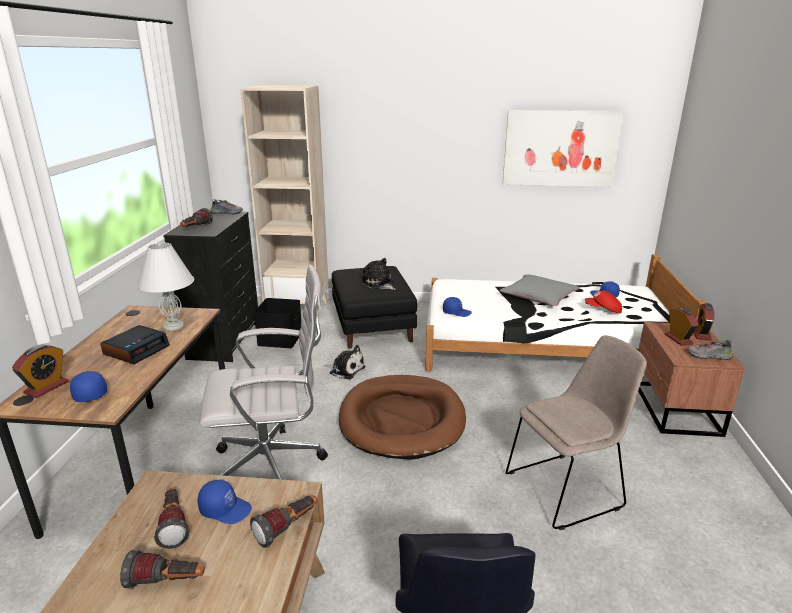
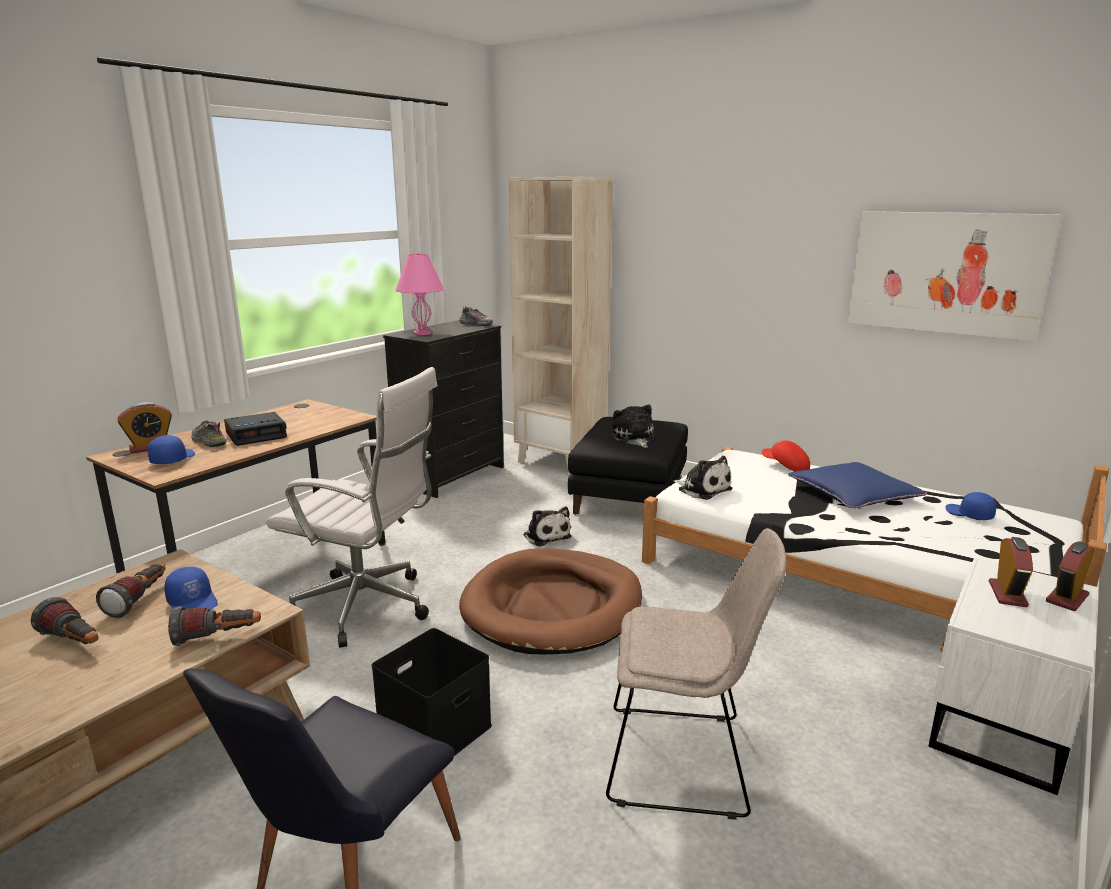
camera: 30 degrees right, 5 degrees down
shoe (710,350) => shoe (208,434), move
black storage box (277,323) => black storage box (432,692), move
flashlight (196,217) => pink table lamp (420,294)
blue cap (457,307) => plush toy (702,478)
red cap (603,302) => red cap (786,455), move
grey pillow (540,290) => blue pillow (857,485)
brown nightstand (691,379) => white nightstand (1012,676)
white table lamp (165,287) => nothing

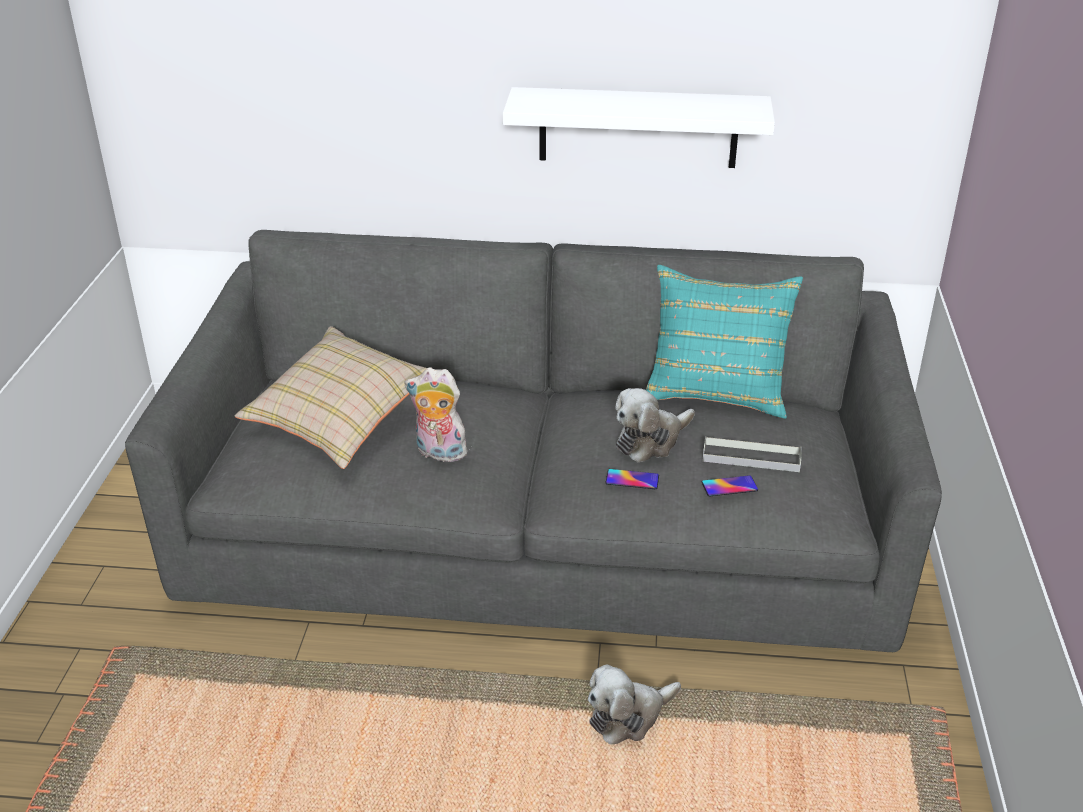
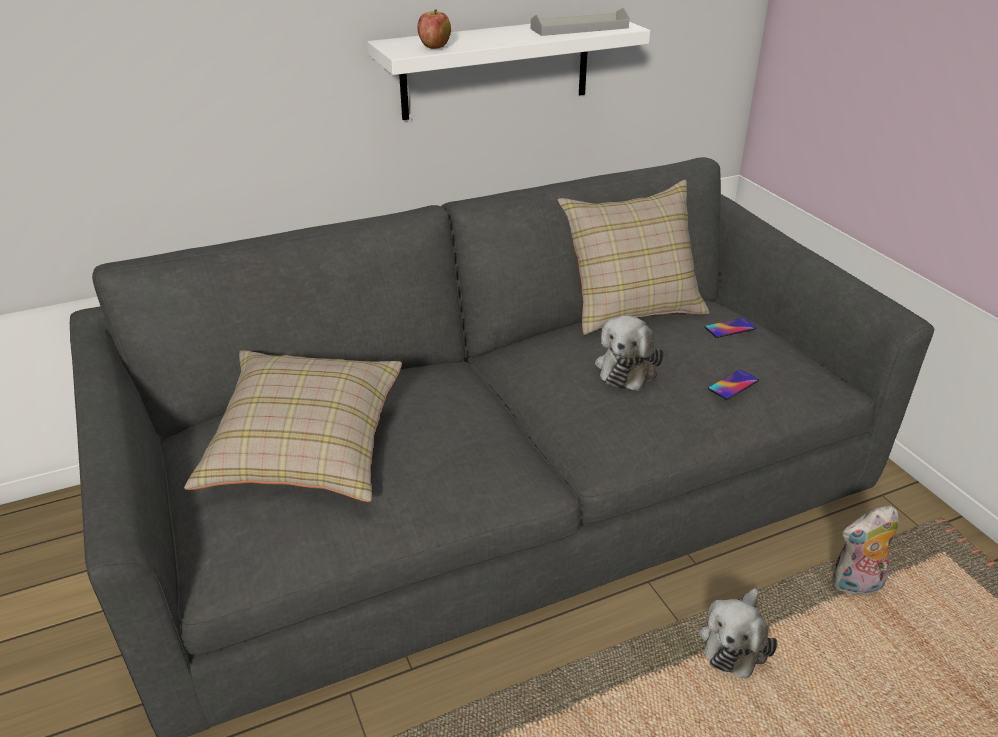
camera: 30 degrees left, 0 degrees up
nothing => apple (434,29)
grey tray (752,454) => grey tray (580,22), move
turquoise pillow (724,342) => beige pillow (634,257)
phone (632,479) => phone (730,328), move
plush toy (438,414) => plush toy (865,550), move

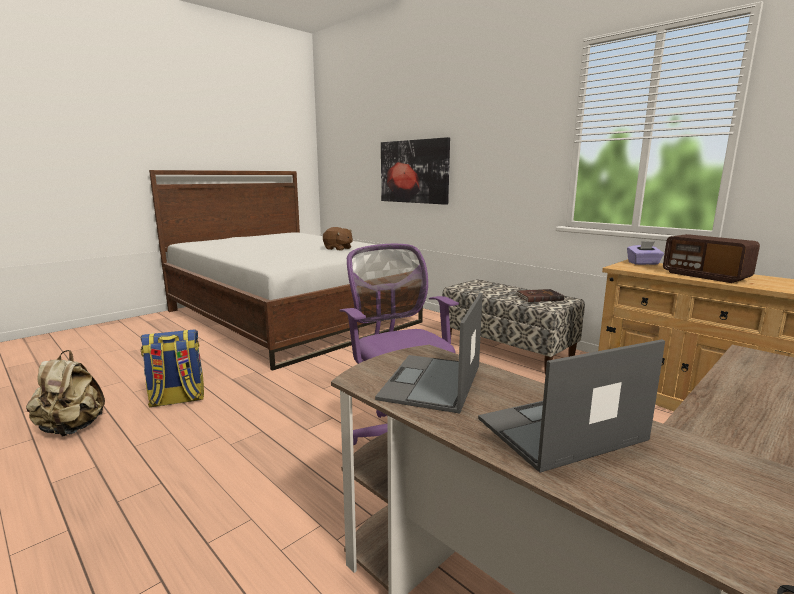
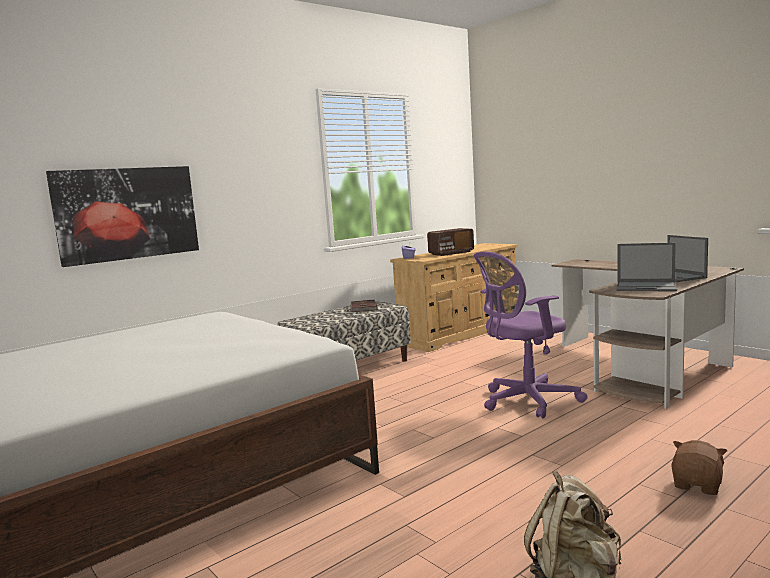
camera: 85 degrees left, 5 degrees down
brown plush toy (338,239) => brown plush toy (699,467), move
backpack (172,368) => nothing

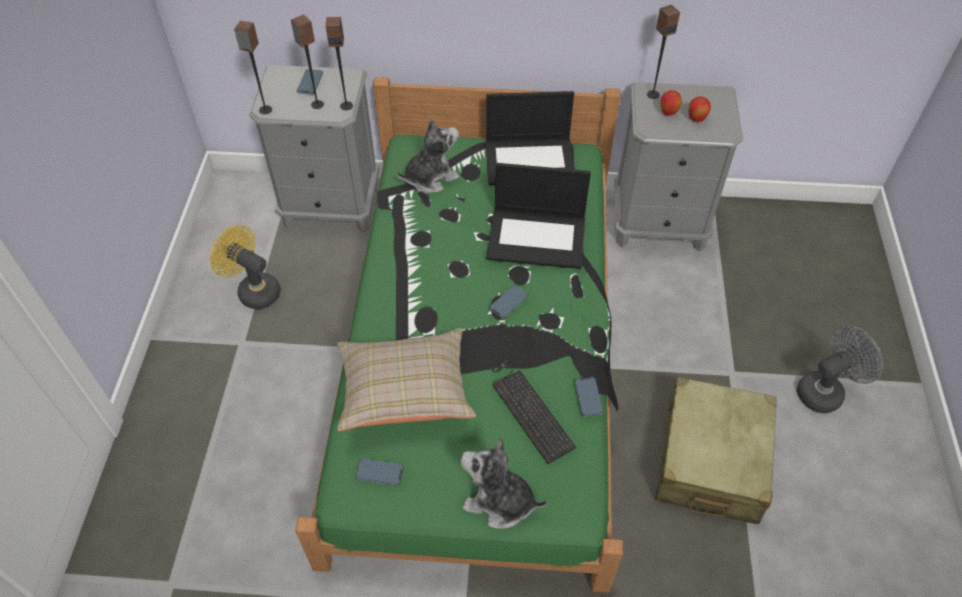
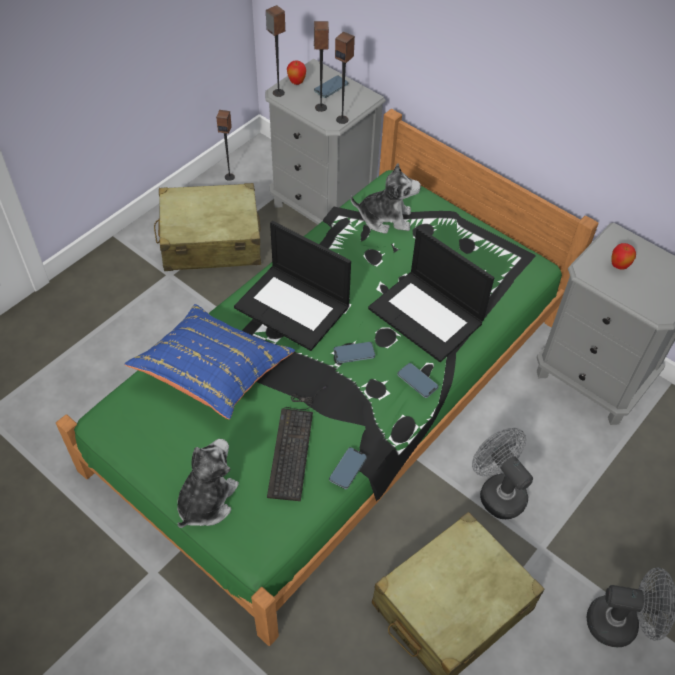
camera: 35 degrees right, 0 degrees up
beige pillow (406,379) => blue pillow (210,361)
yellow fan (245,267) => beige suitcase (207,227)
plush toy (504,482) => plush toy (208,483), 60 degrees clockwise
speaker (663,52) => speaker (225,145), move
laptop (530,138) => laptop (292,286), move
apple (700,109) => apple (296,72), move
phone (379,472) => phone (418,380), move
nothing => grey fan (502,473)

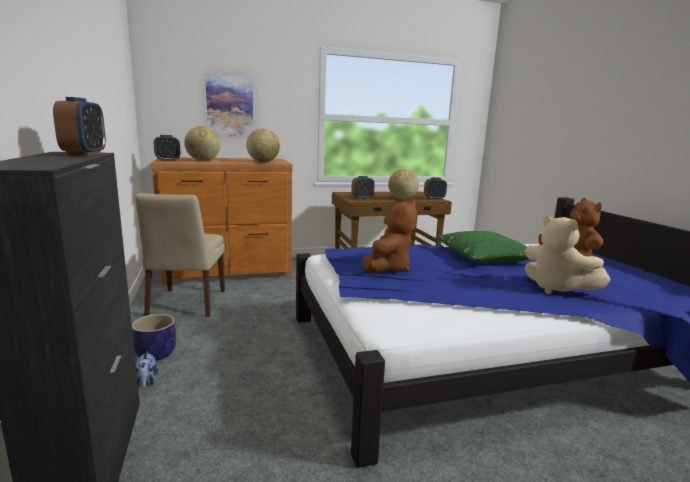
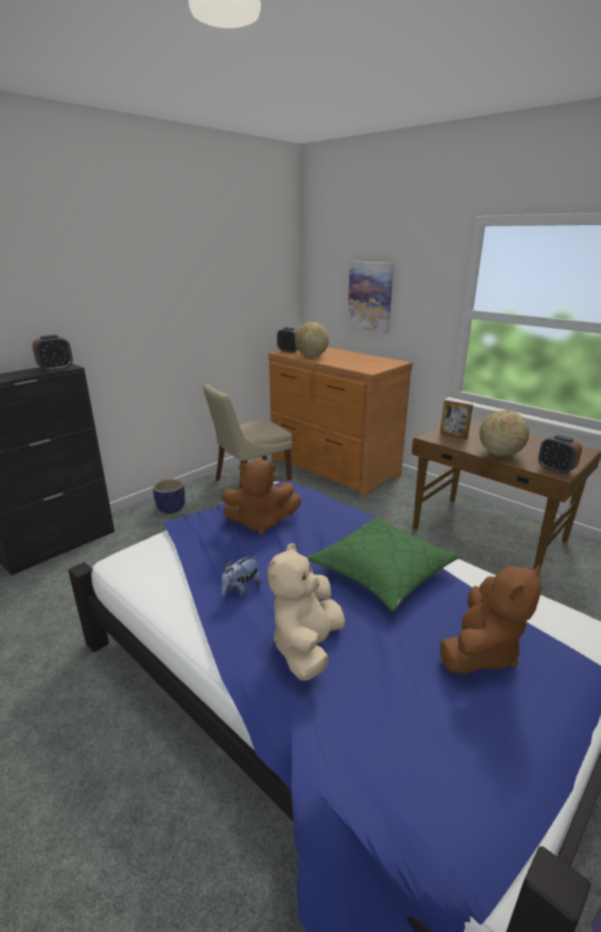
camera: 60 degrees right, 10 degrees up
plush toy (147,369) => plush toy (242,576), move
alarm clock (363,187) => picture frame (456,419)
globe (263,145) => nothing

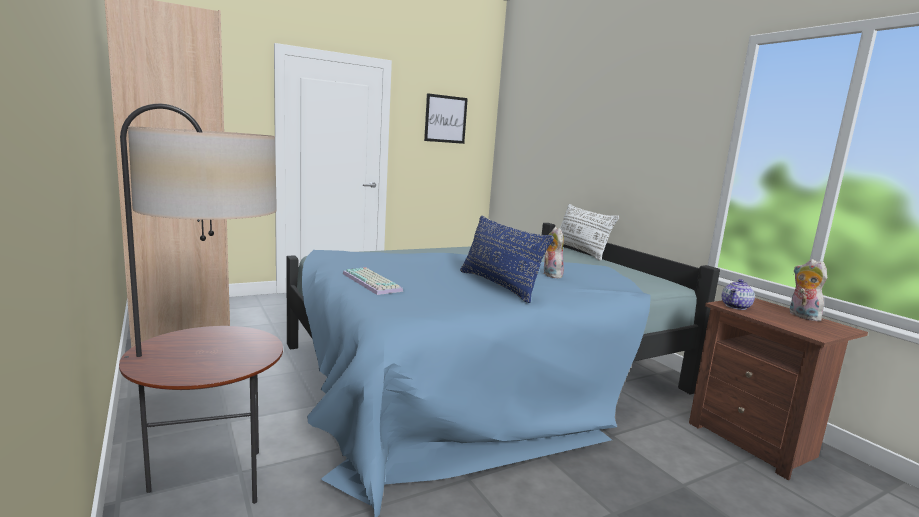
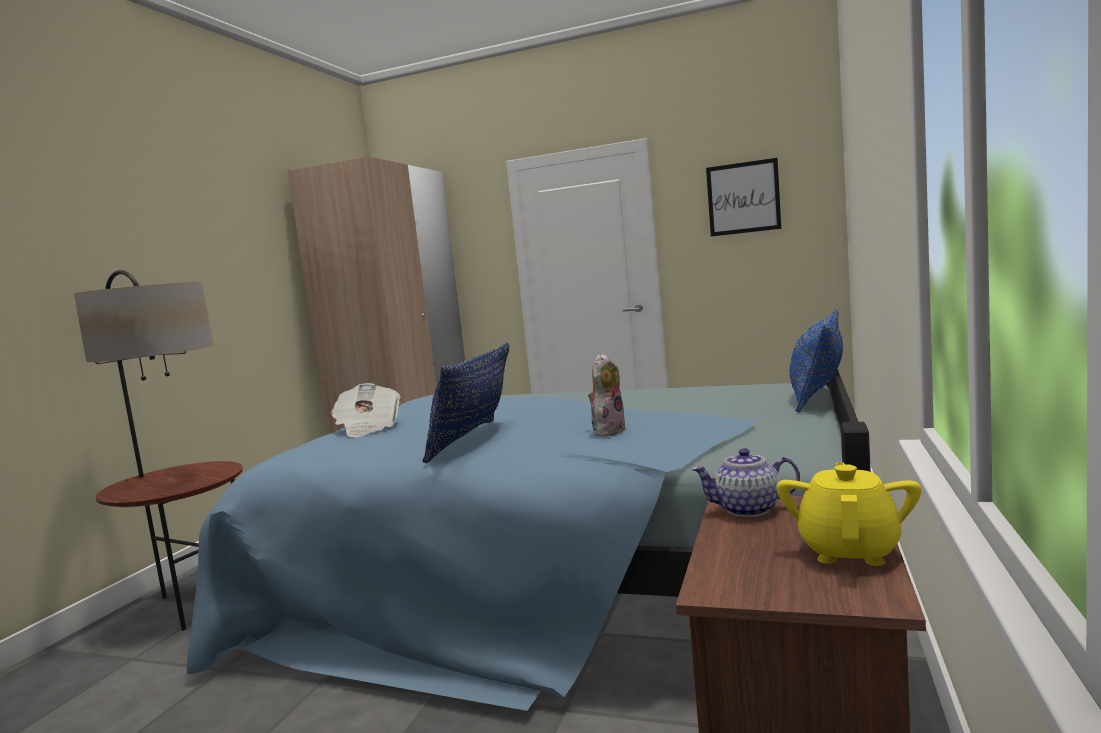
camera: 50 degrees right, 5 degrees down
keyboard (373,281) => newspaper (366,410)
plush toy (808,290) => yellow teapot (848,514)
white pillow (589,232) => blue pillow (816,361)

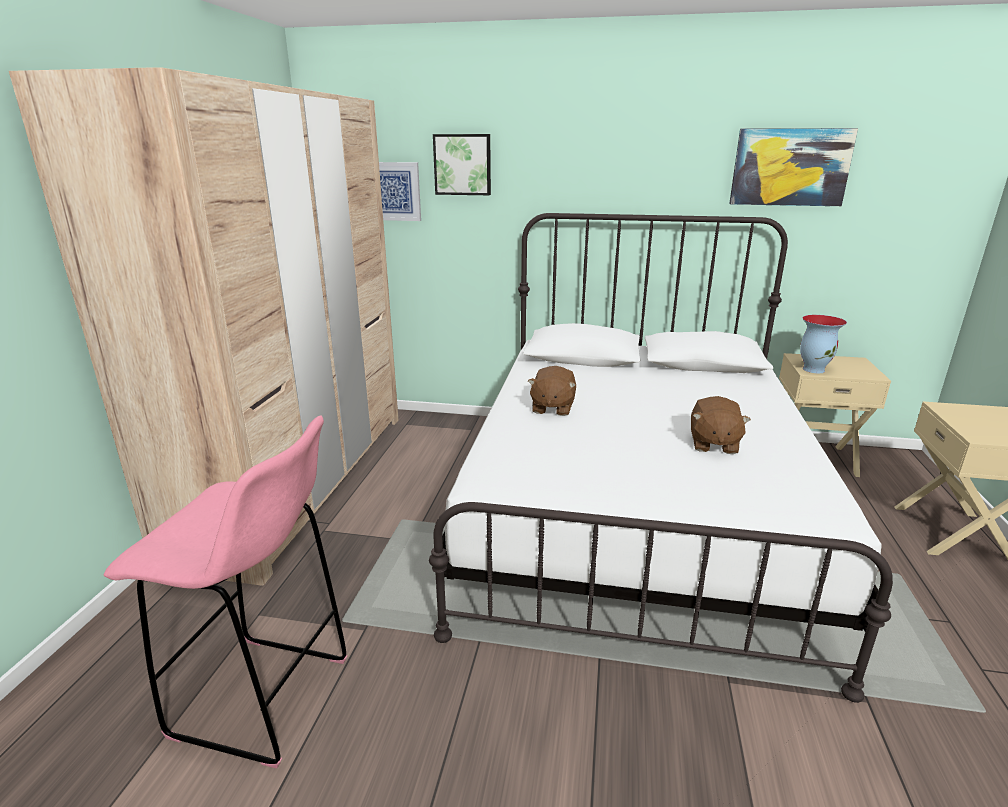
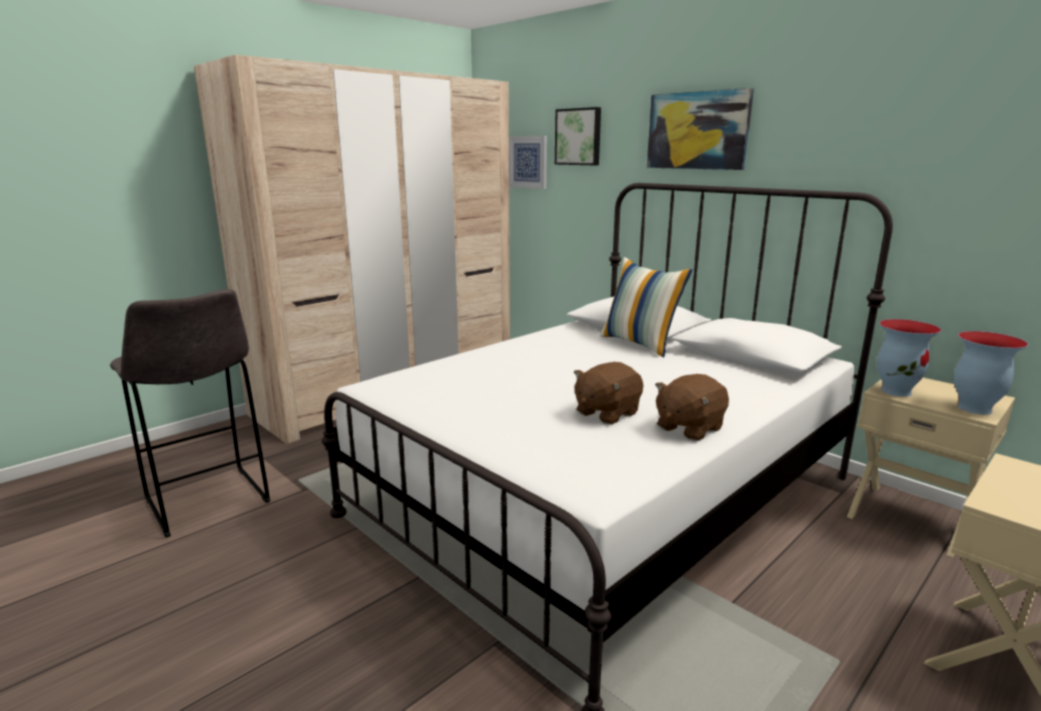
camera: 35 degrees right, 5 degrees down
pink stool (226,592) => grey stool (190,413)
nothing => pillow (646,307)
picture (793,167) => picture (700,129), move
brown plush toy (552,391) => brown plush toy (692,407), move
nothing => vase (991,373)

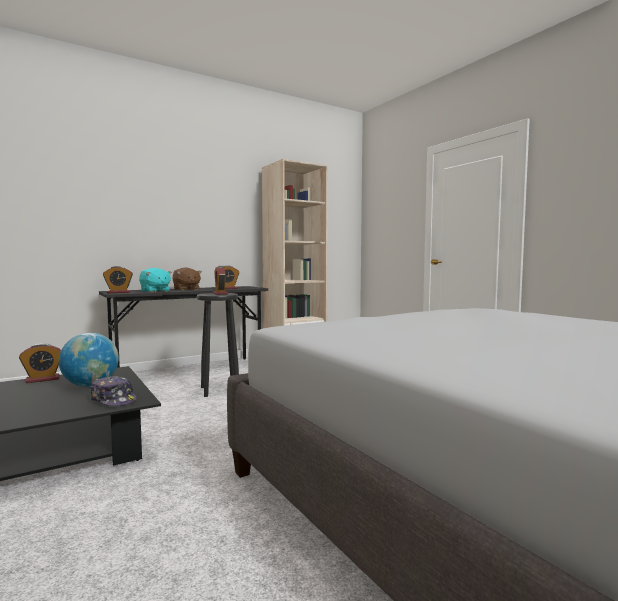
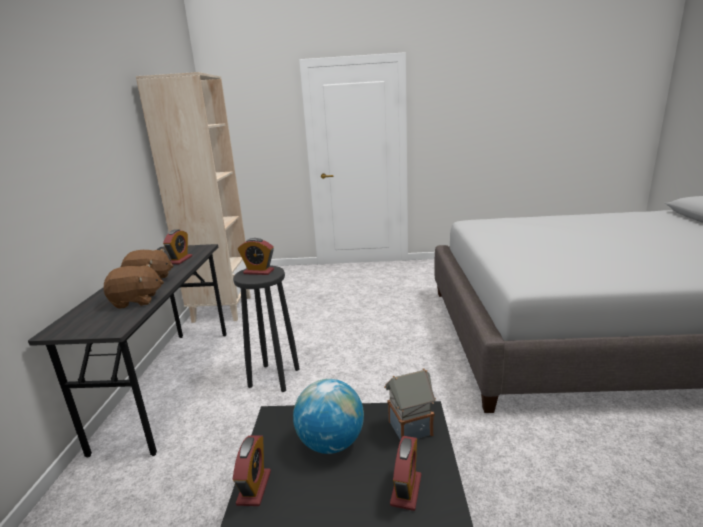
camera: 55 degrees left, 15 degrees up
turquoise plush toy (155,280) => brown plush toy (133,286)
cap (113,391) => toy house (410,404)
alarm clock (118,279) => alarm clock (405,473), move

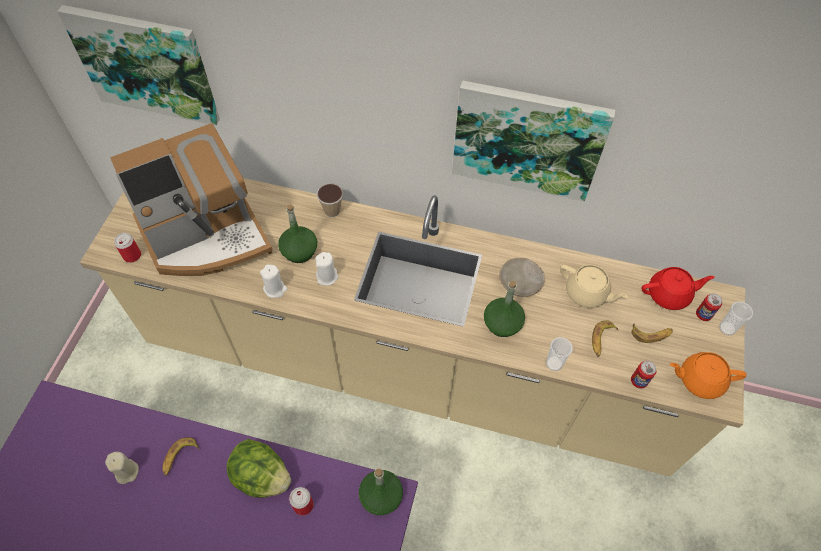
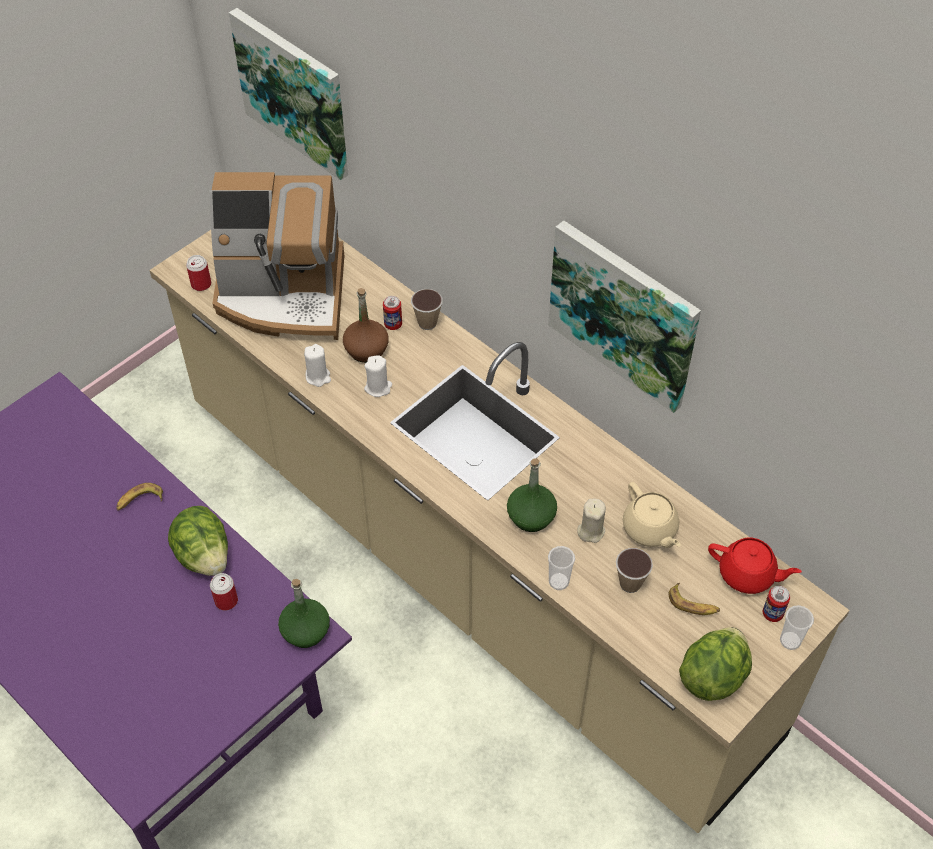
camera: 30 degrees right, 5 degrees down
green bottle (297,233) => brown bottle (366,325)
can (644,375) => can (392,313), move
beige candle (122,468) => beige candle (591,521), move
banana (605,339) => cup (634,570)
orange teapot (708,375) => lettuce (715,664)
beige plate (522,277) => nothing

